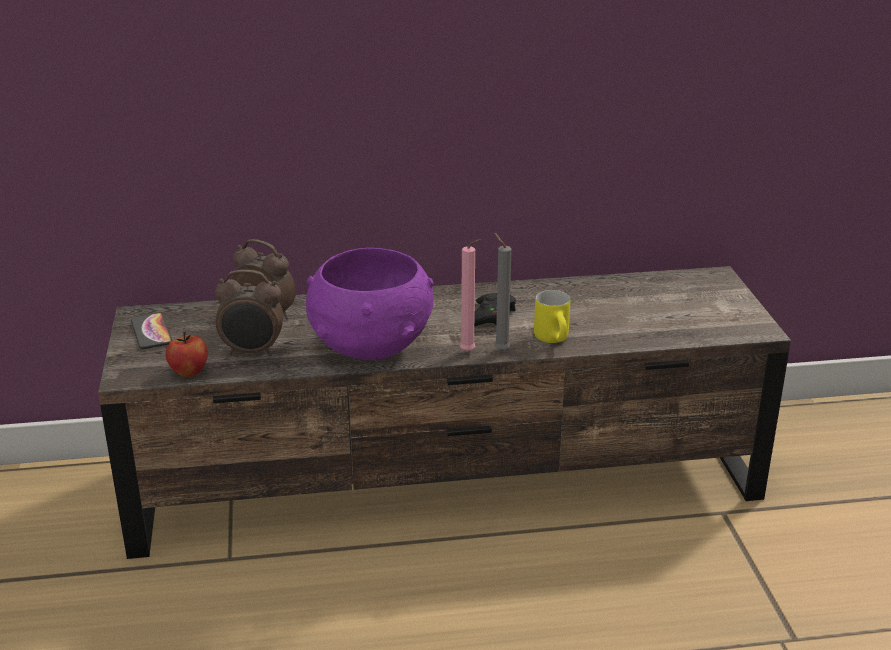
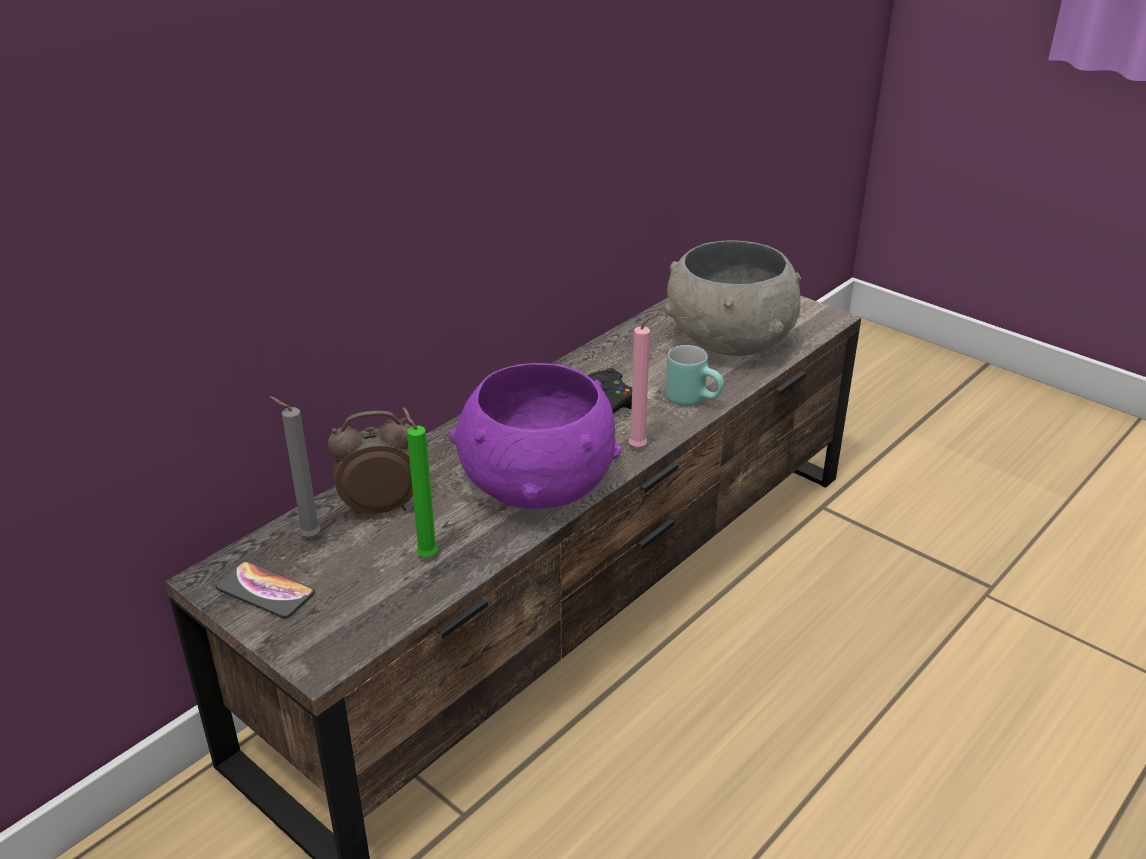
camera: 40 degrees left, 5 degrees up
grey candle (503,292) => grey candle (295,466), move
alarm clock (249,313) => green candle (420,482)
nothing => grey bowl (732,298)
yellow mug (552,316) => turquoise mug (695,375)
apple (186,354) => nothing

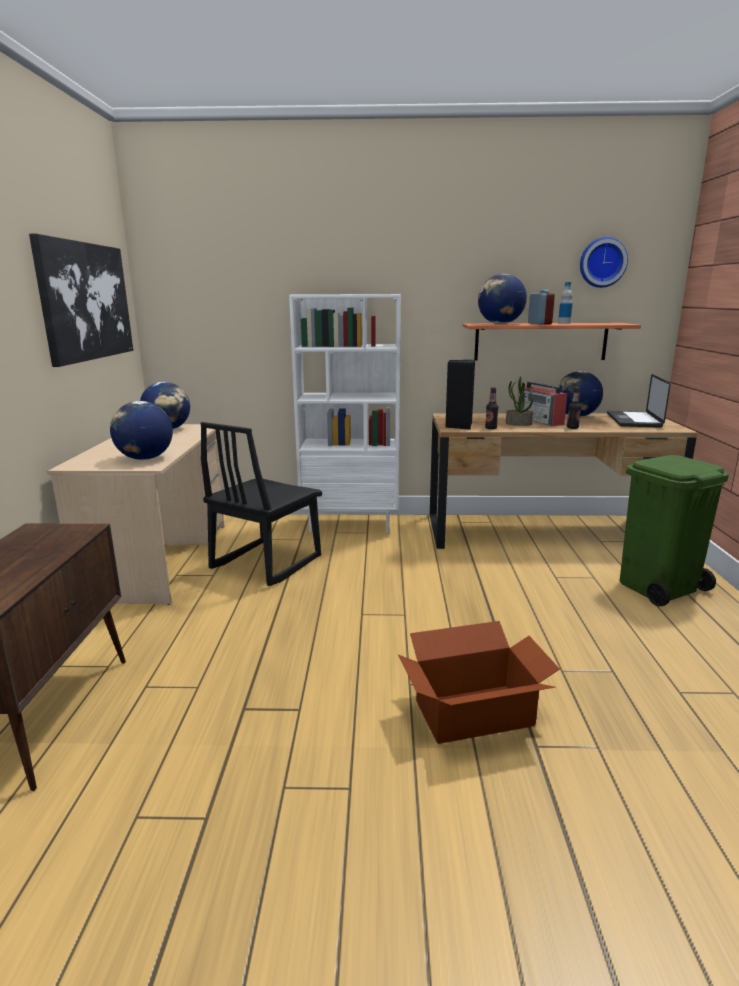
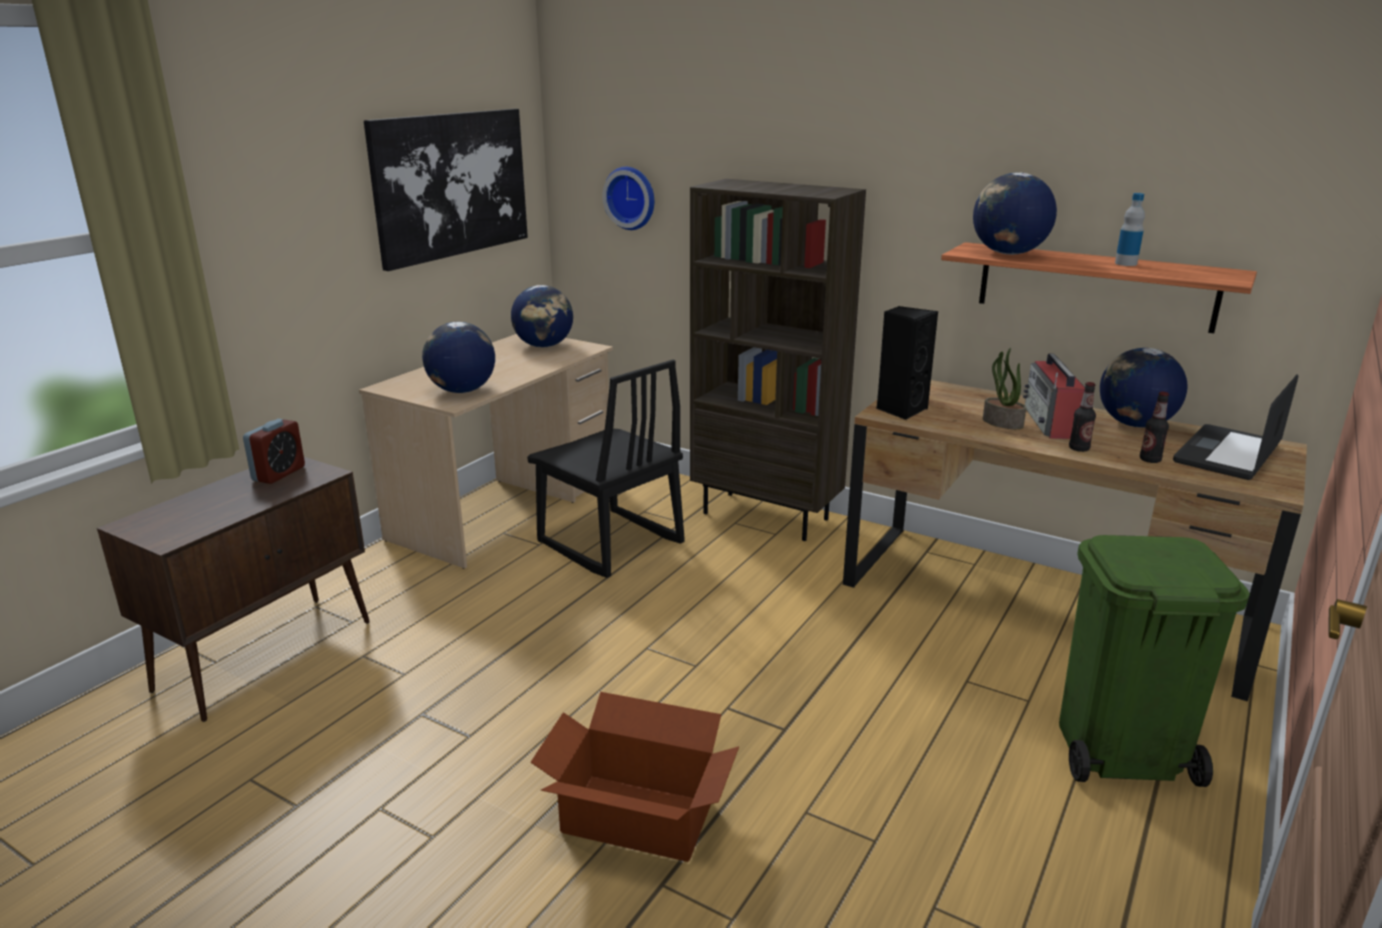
camera: 30 degrees right, 5 degrees up
alarm clock (541,307) => alarm clock (274,451), move
black chair (261,504) => black chair (606,469), 105 degrees counterclockwise
wall clock (604,262) => wall clock (628,198), move
white bookcase (345,413) => brown bookcase (778,360)
bottle (491,408) => bottle (1154,427), move

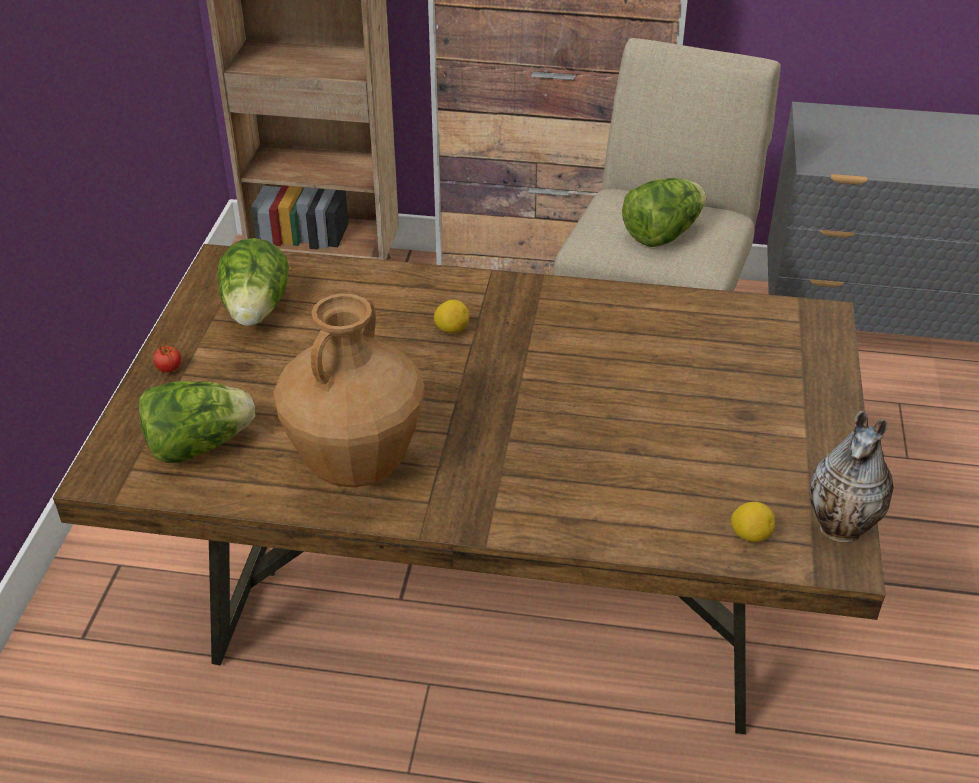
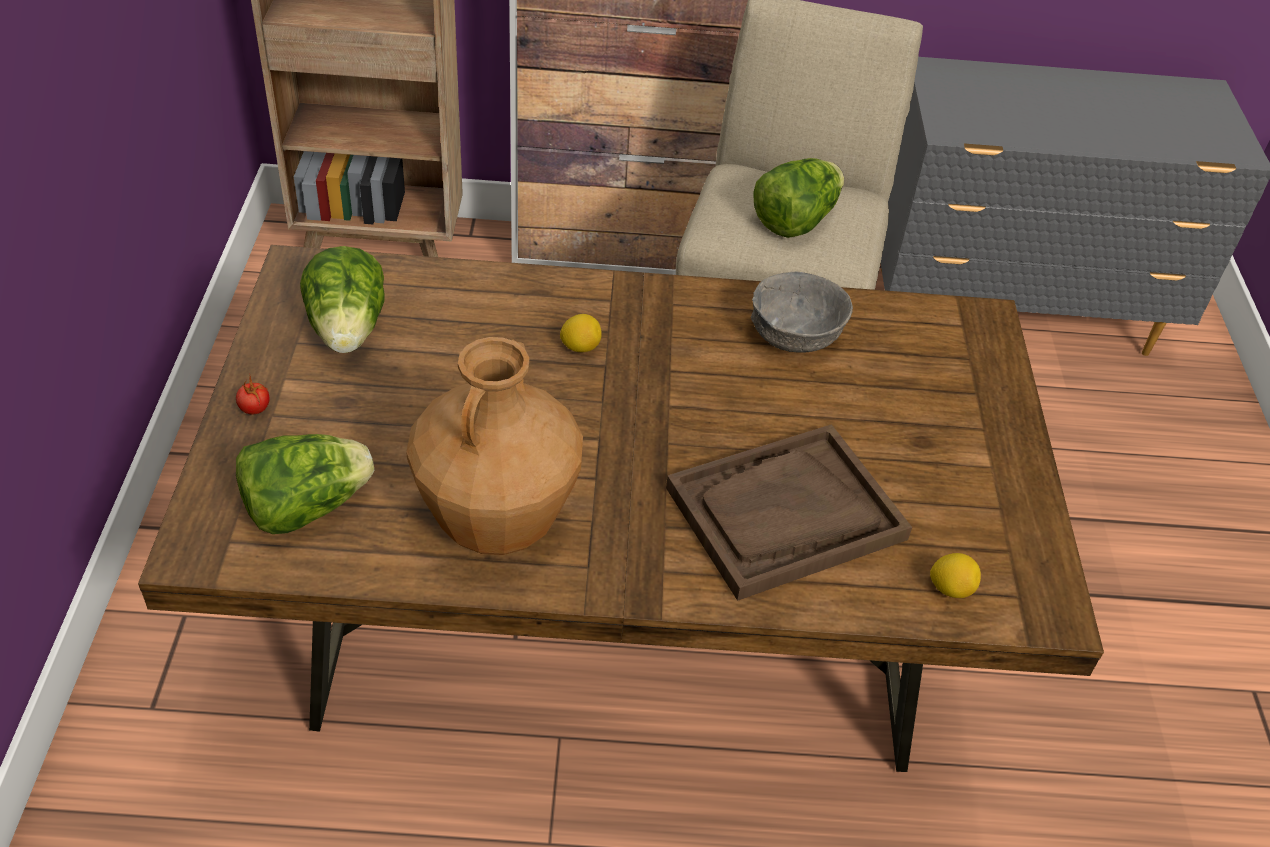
camera: 10 degrees left, 5 degrees up
nothing => brown tray (789,512)
nothing => grey bowl (802,312)
vase (851,476) => nothing

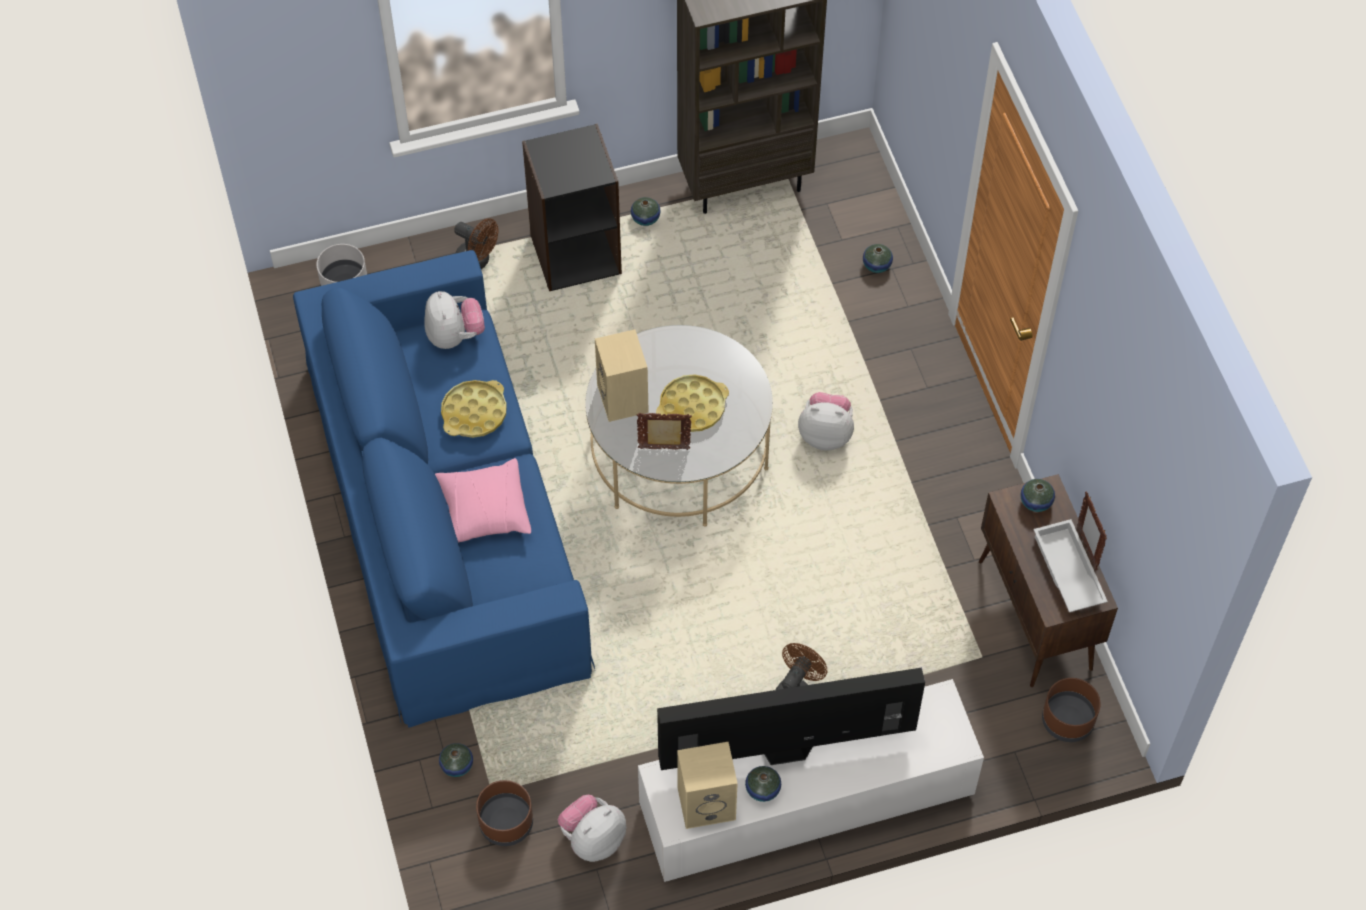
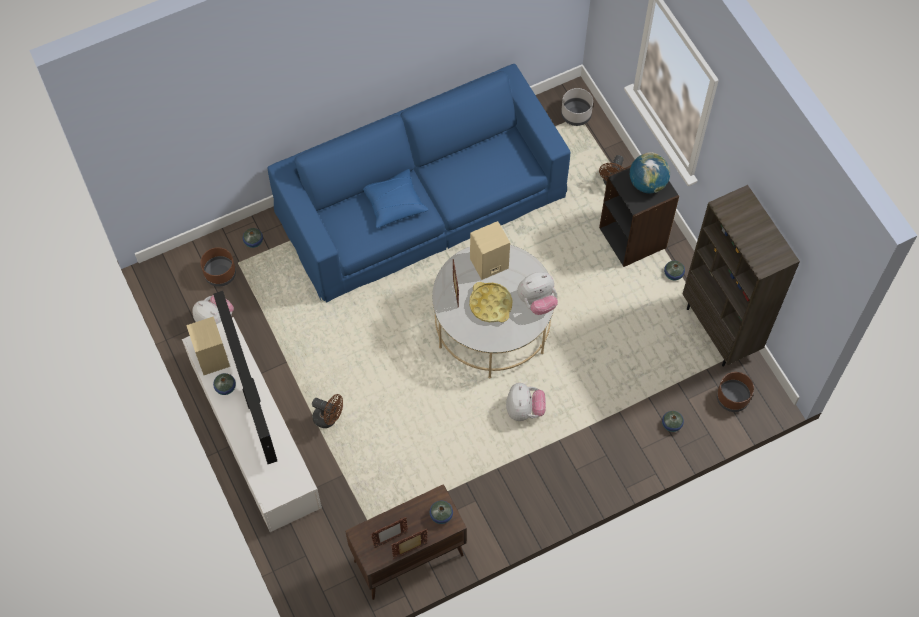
camera: 80 degrees right, 5 degrees up
pink pillow (483,500) => blue pillow (395,198)
white tray (1071,565) => picture frame (389,532)
plush toy (454,320) => plush toy (537,293), move
nothing => globe (650,173)
brown planter (1071,710) => brown planter (735,392), move
yellow tray (474,409) => nothing

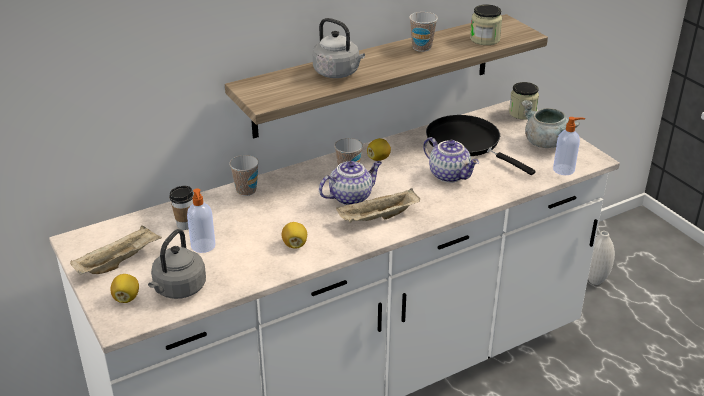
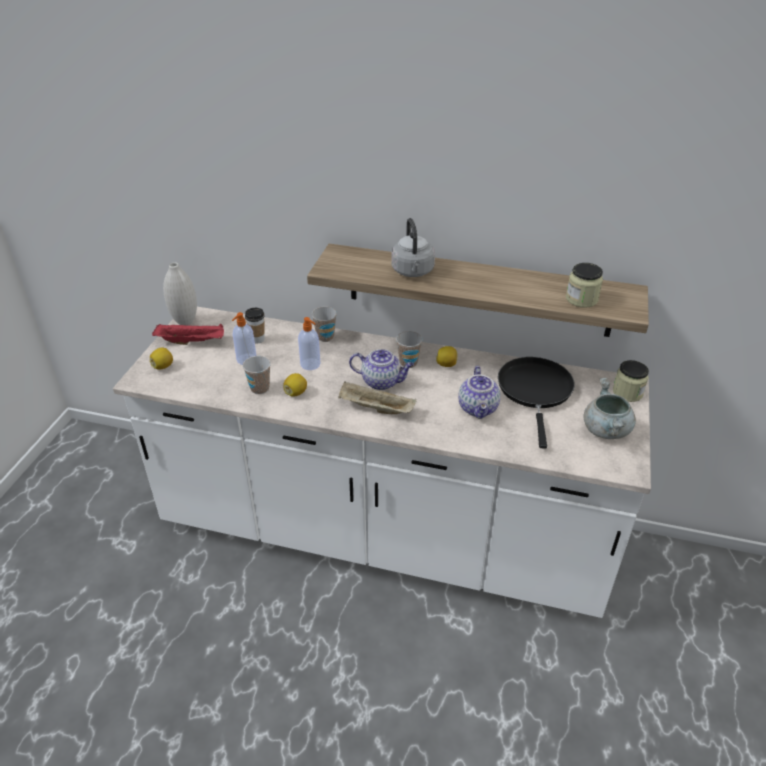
camera: 45 degrees right, 5 degrees up
beige tray (116,250) => red tray (188,334)
white vase (601,258) => white vase (180,293), move
cup (423,32) => cup (257,375), move
soap dispenser (569,146) => soap dispenser (309,343), move
grey kettle (177,264) => nothing

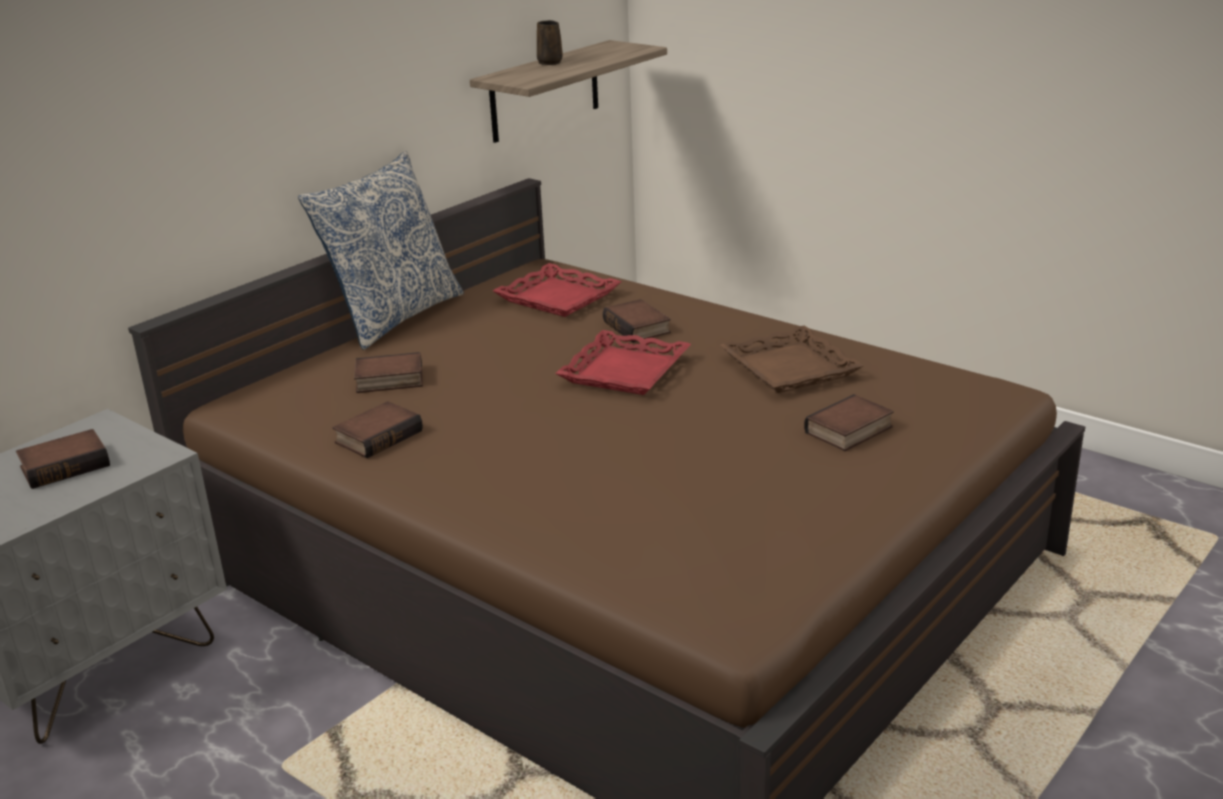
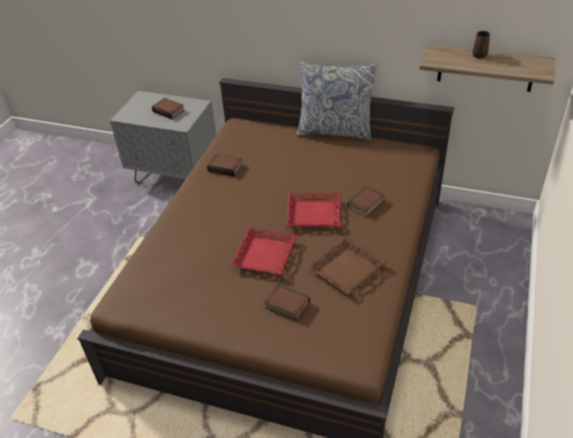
camera: 70 degrees right, 15 degrees up
red tray (557,290) => red tray (264,251), move
book (388,372) => nothing

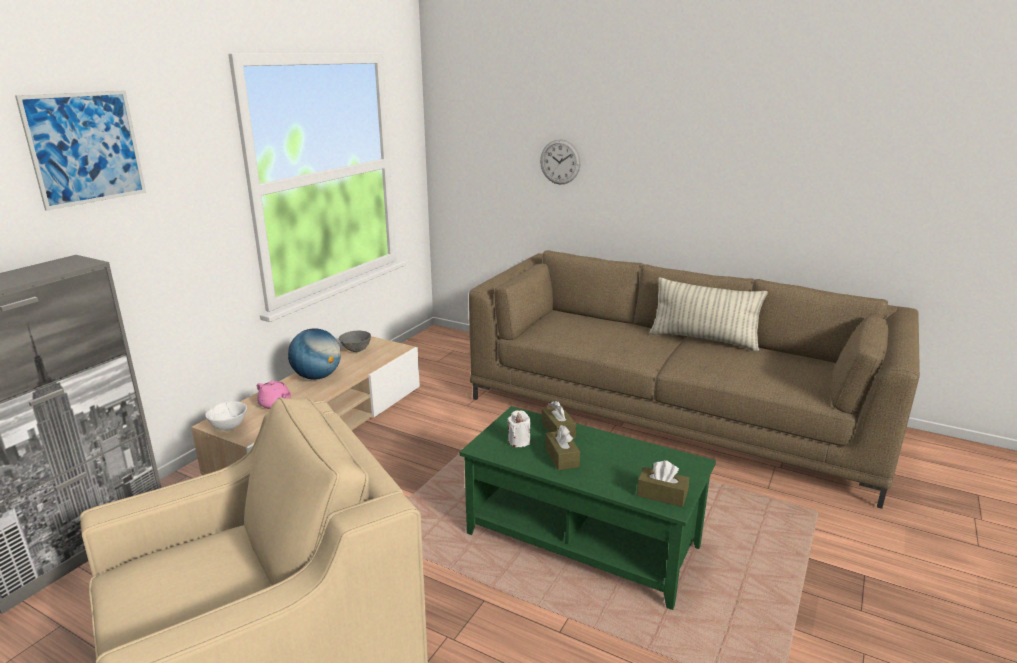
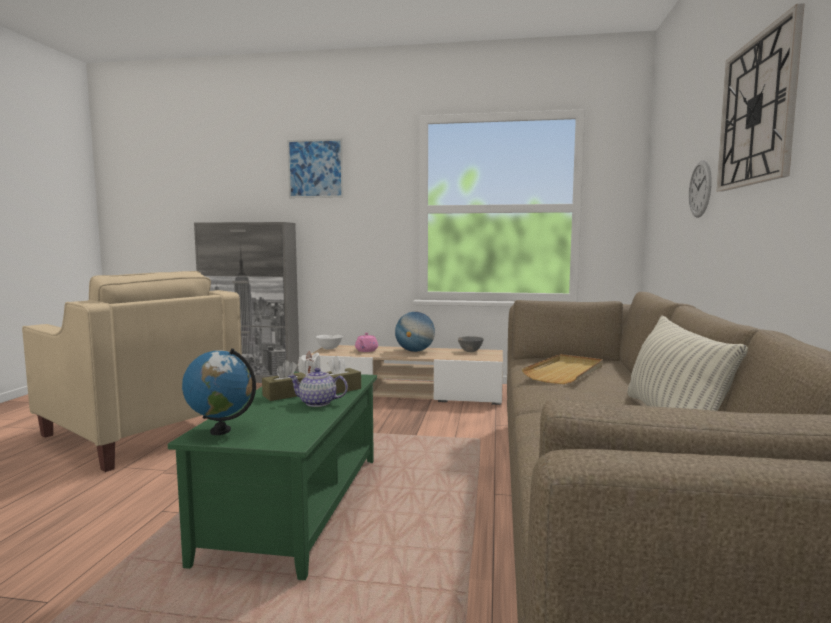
camera: 70 degrees right, 15 degrees down
brown tissue box (663,483) => globe (219,391)
nothing => teapot (318,387)
nothing => beige tray (562,369)
nothing => wall clock (760,97)

